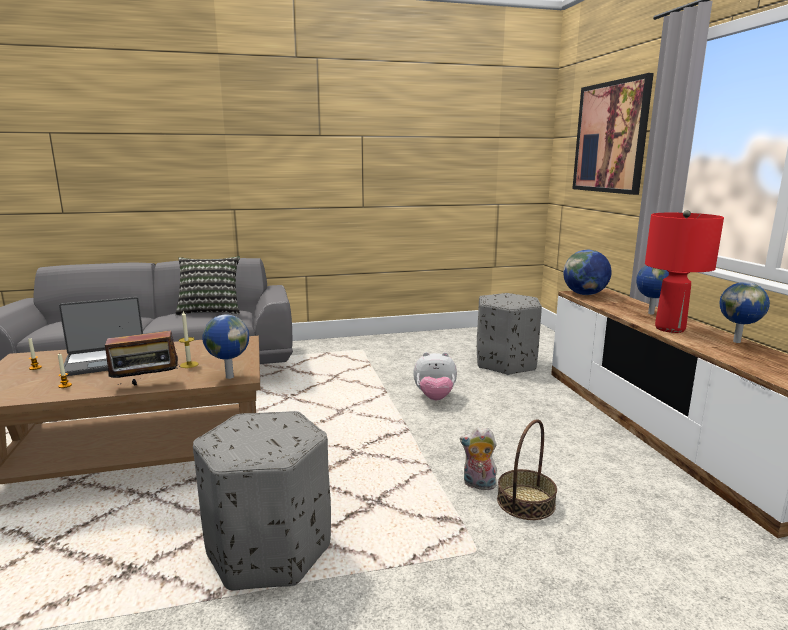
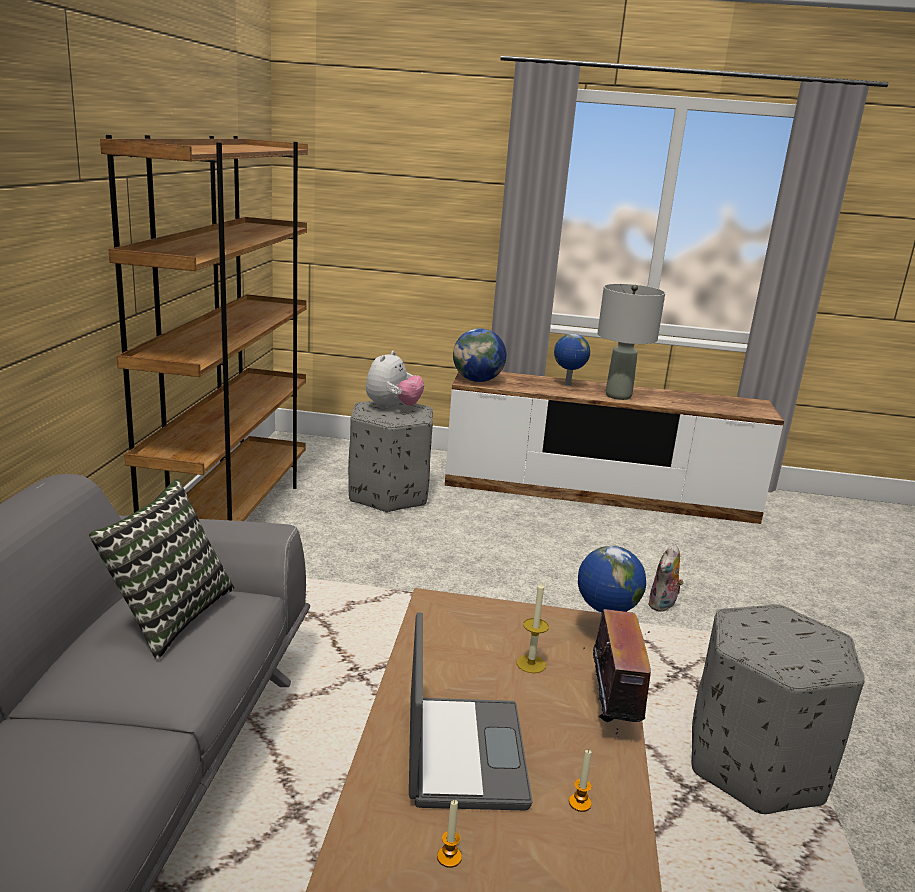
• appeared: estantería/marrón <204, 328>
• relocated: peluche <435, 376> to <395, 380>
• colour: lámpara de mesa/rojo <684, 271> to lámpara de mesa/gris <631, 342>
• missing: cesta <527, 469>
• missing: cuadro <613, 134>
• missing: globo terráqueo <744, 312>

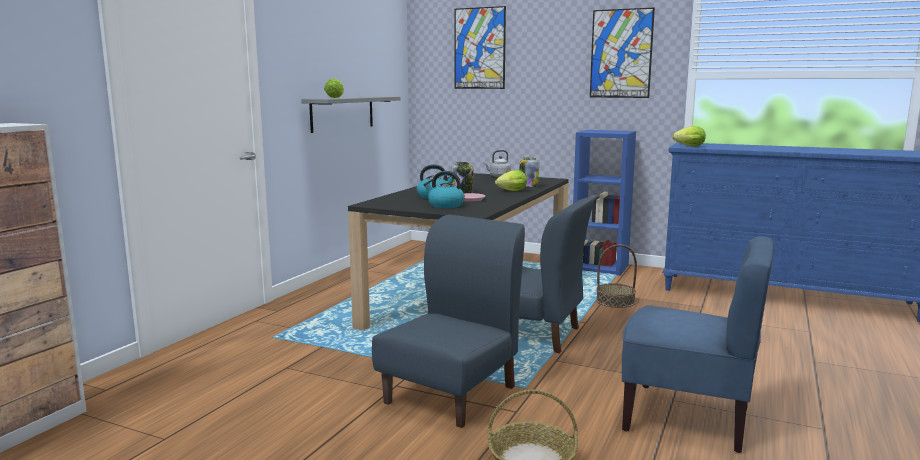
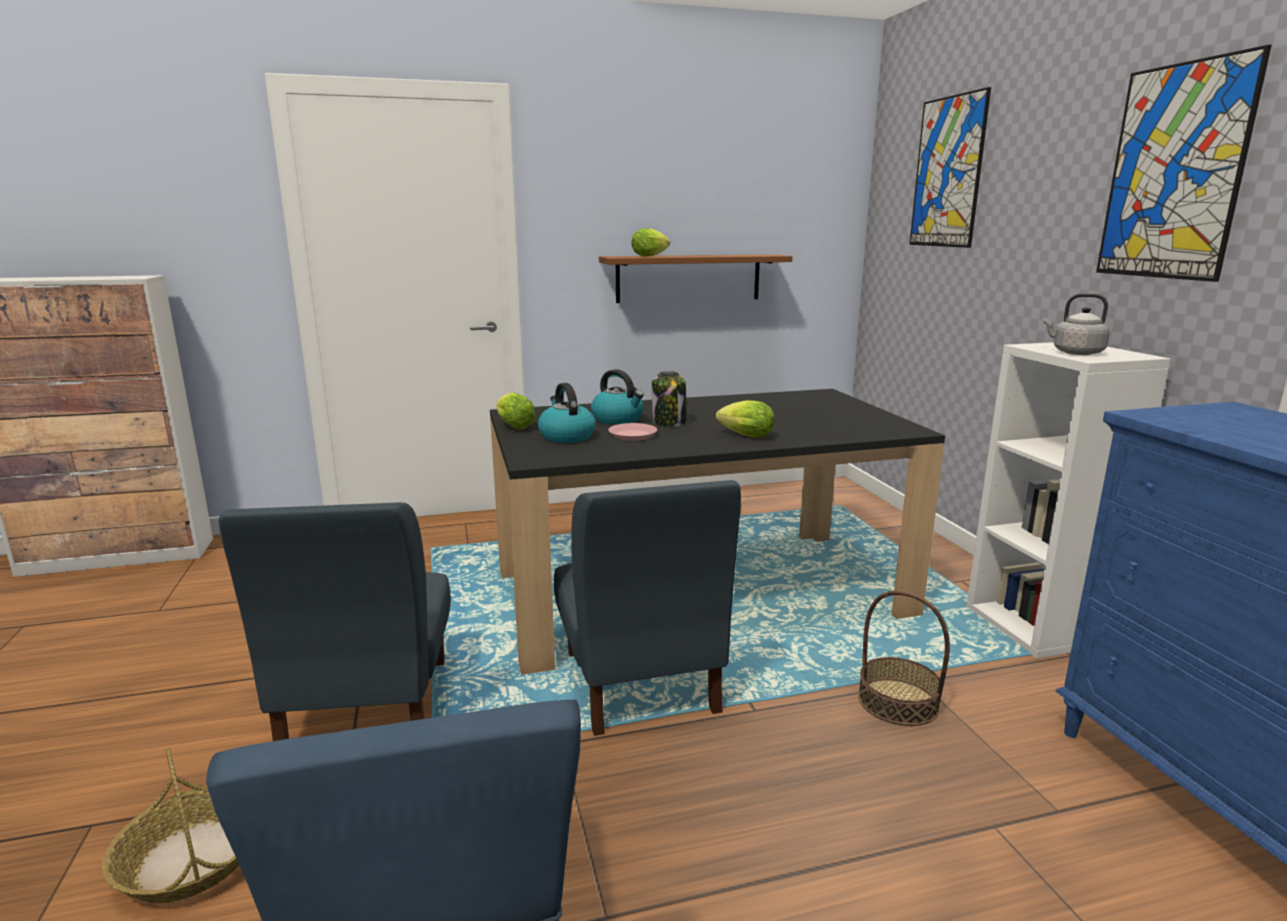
• spun: silla/azul <448, 321> = <335, 621> 90 degrees clockwise
• relocated: lechuga <689, 136> to <516, 410>
• colour: estante/gris <350, 114> to estante/marrón <695, 278>
• colour: estantería/azul <604, 203> to estantería/blanco <1068, 500>
• relocated: hervidor/gris <497, 163> to <1076, 324>
• missing: tarro <529, 172>

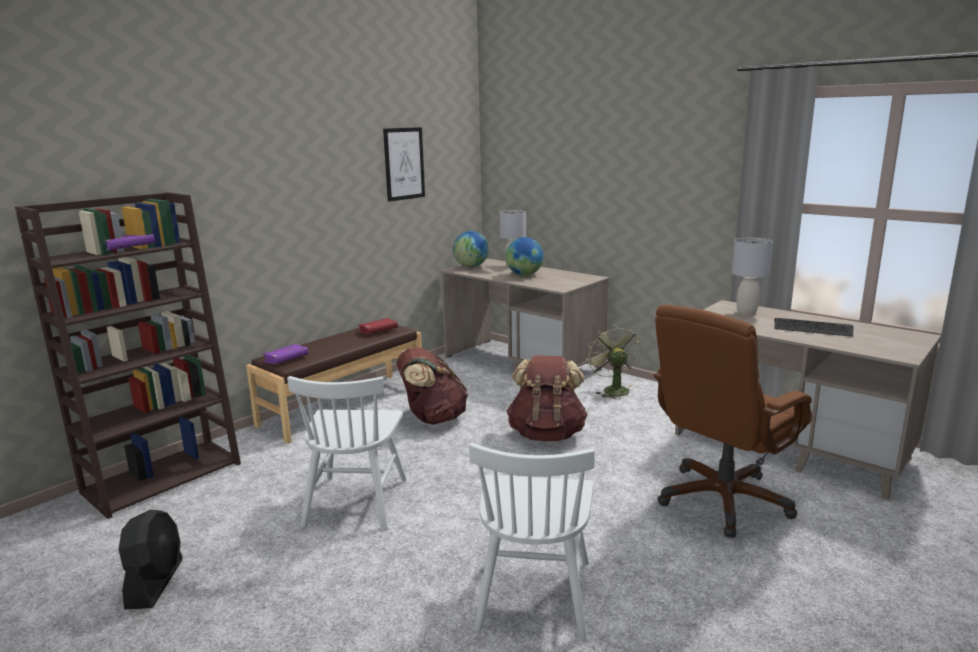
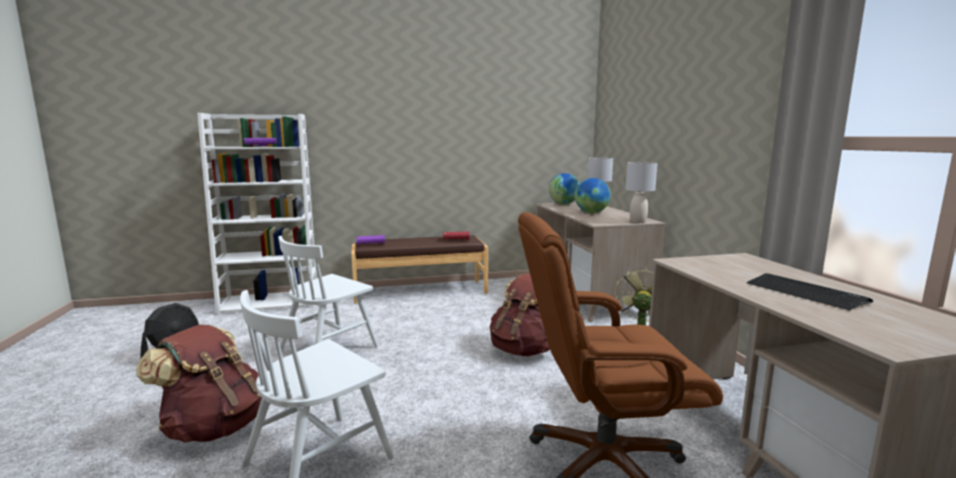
• relocated: mochila/marrón <432, 386> to <199, 383>
• colour: estantería/marrón <128, 355> to estantería/blanco <257, 214>
• relocated: lámpara de mesa/gris <752, 276> to <641, 192>
• missing: cuadro <404, 164>

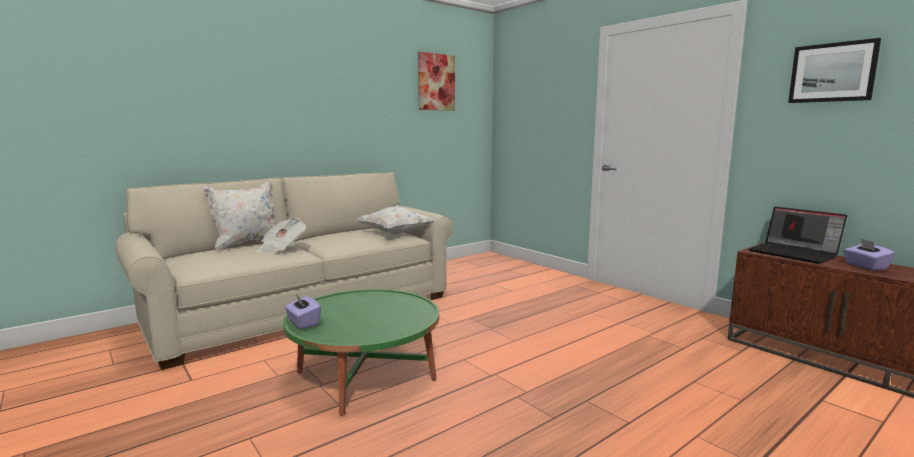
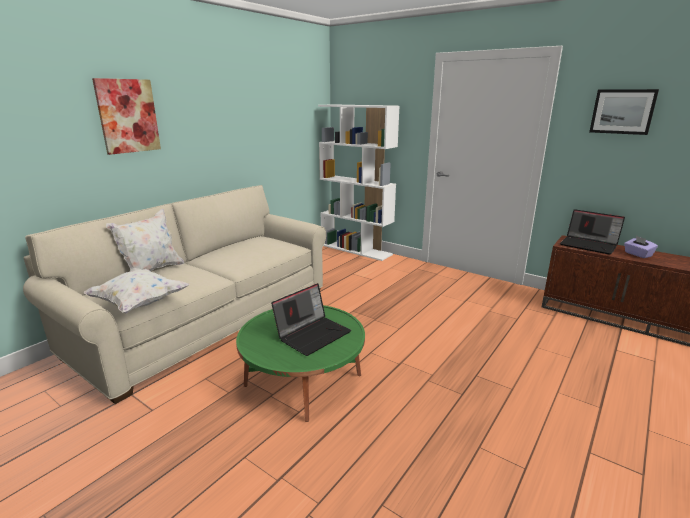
• relocated: cojín/blanco <395, 220> to <136, 291>
• relocated: cuadro <436, 81> to <126, 116>
• appeared: portátil <311, 319>
• appeared: estantería/blanco <359, 182>
• missing: periódico <281, 235>
• missing: caja de pañuelos/morado <302, 312>

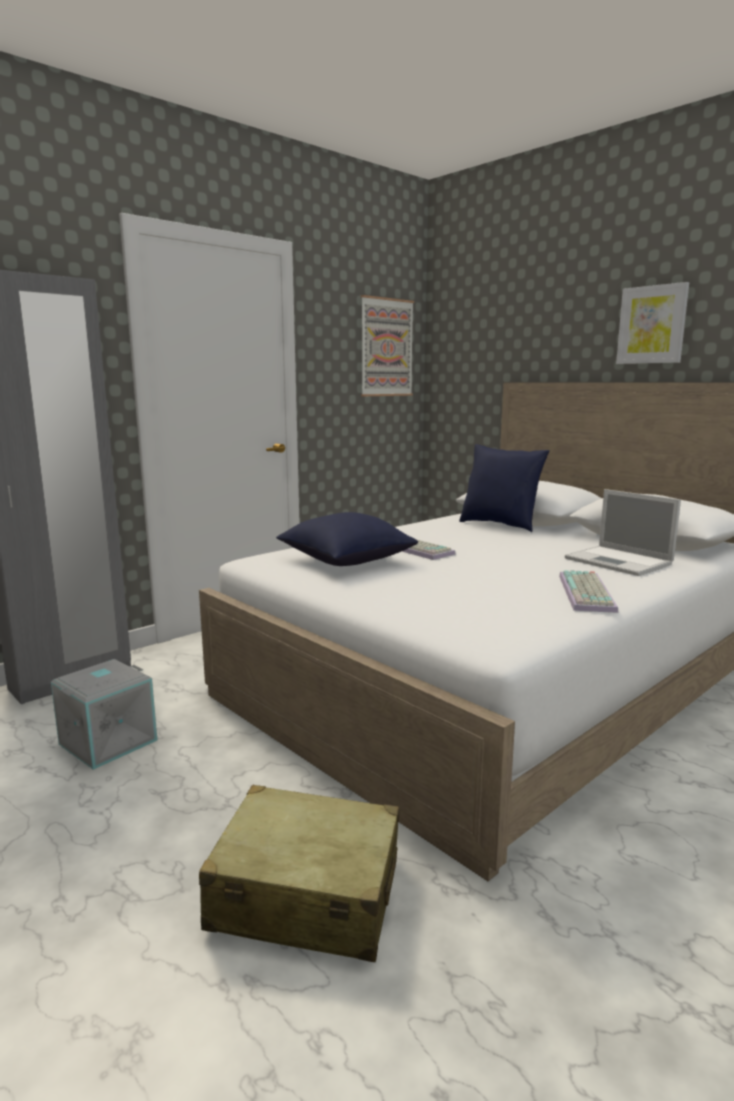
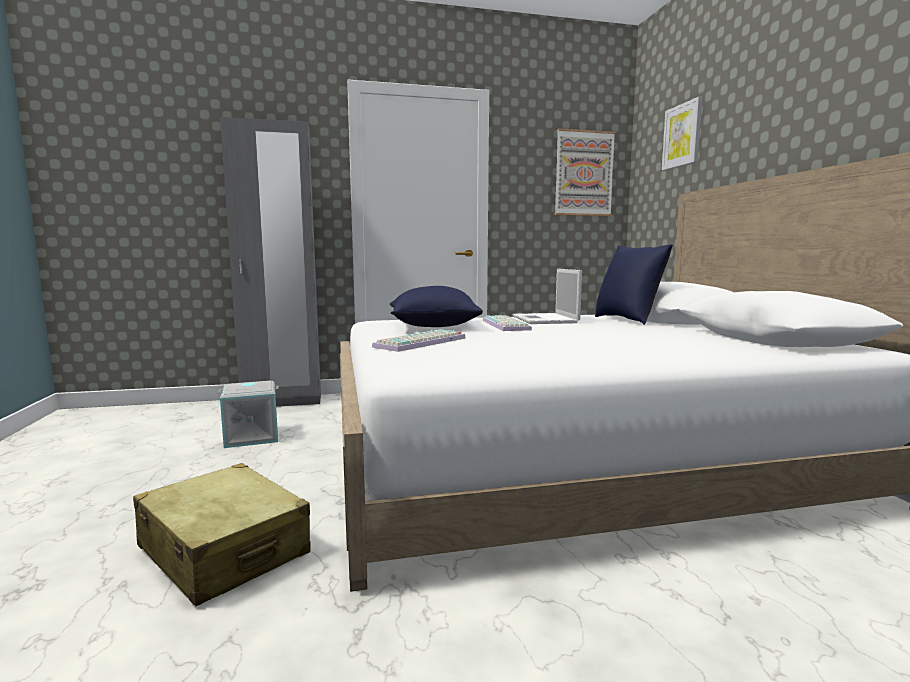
• relocated: teclado <588, 591> to <419, 340>
• relocated: portátil <623, 532> to <547, 296>
• relocated: cuadro <652, 323> to <682, 133>

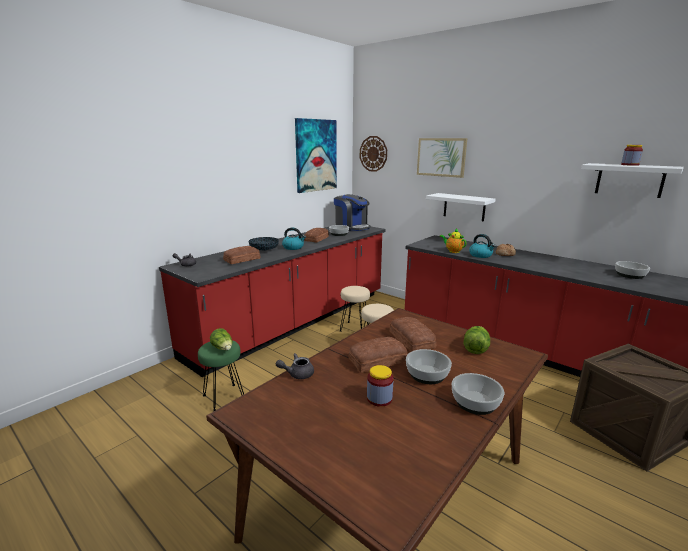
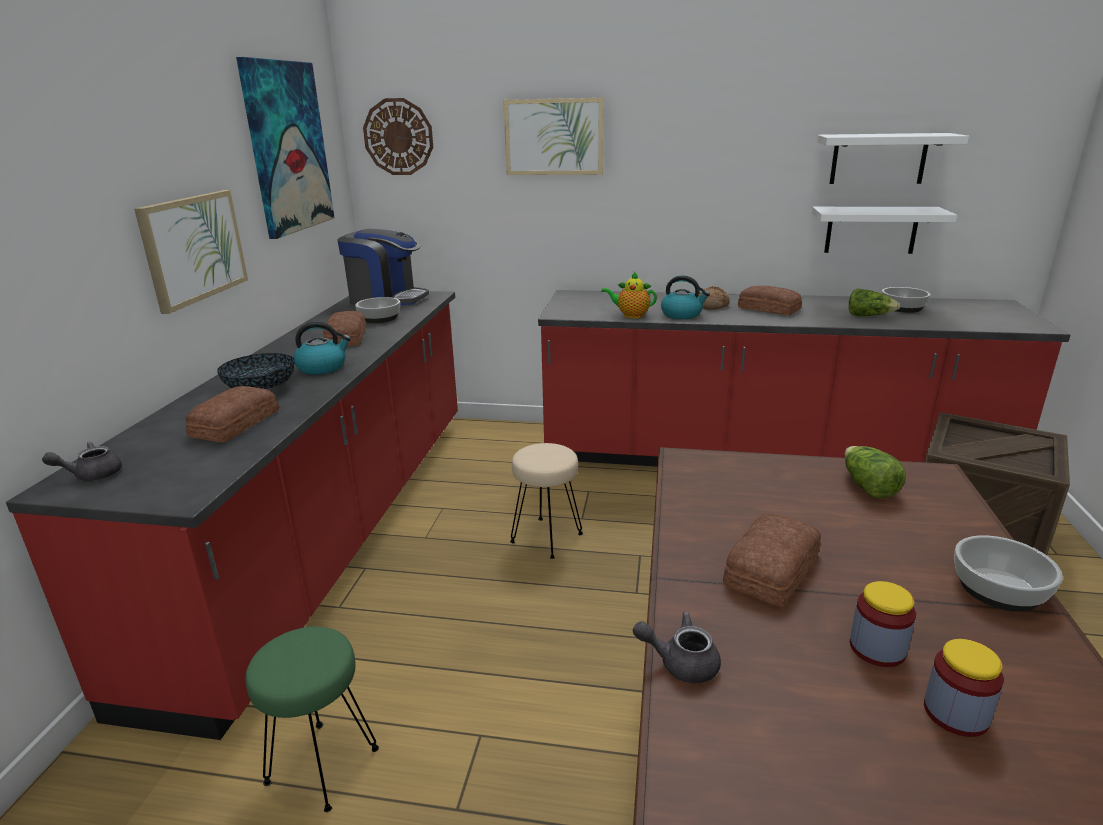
• appeared: cuadro <191, 252>
• spun: tetera/gris <295, 366> = <677, 647> 60 degrees clockwise
• relocated: pan <412, 334> to <770, 301>
• relocated: estante/blanco <460, 207> to <884, 230>
• relocated: lechuga <221, 339> to <874, 302>
• relocated: tarro <632, 155> to <964, 688>
• missing: taburete/beis <355, 309>
• missing: cuenco <429, 366>

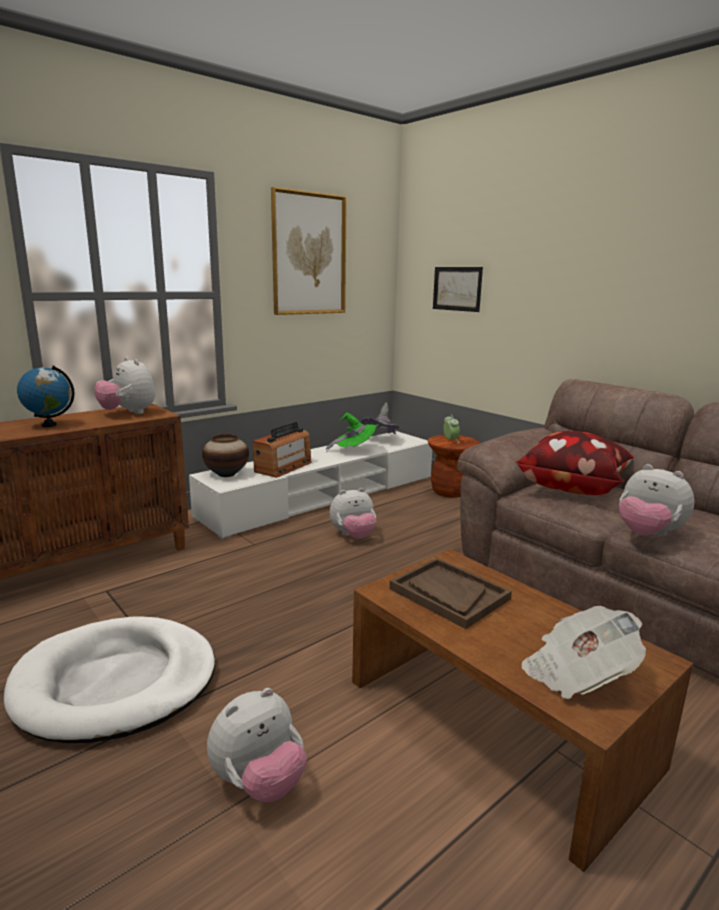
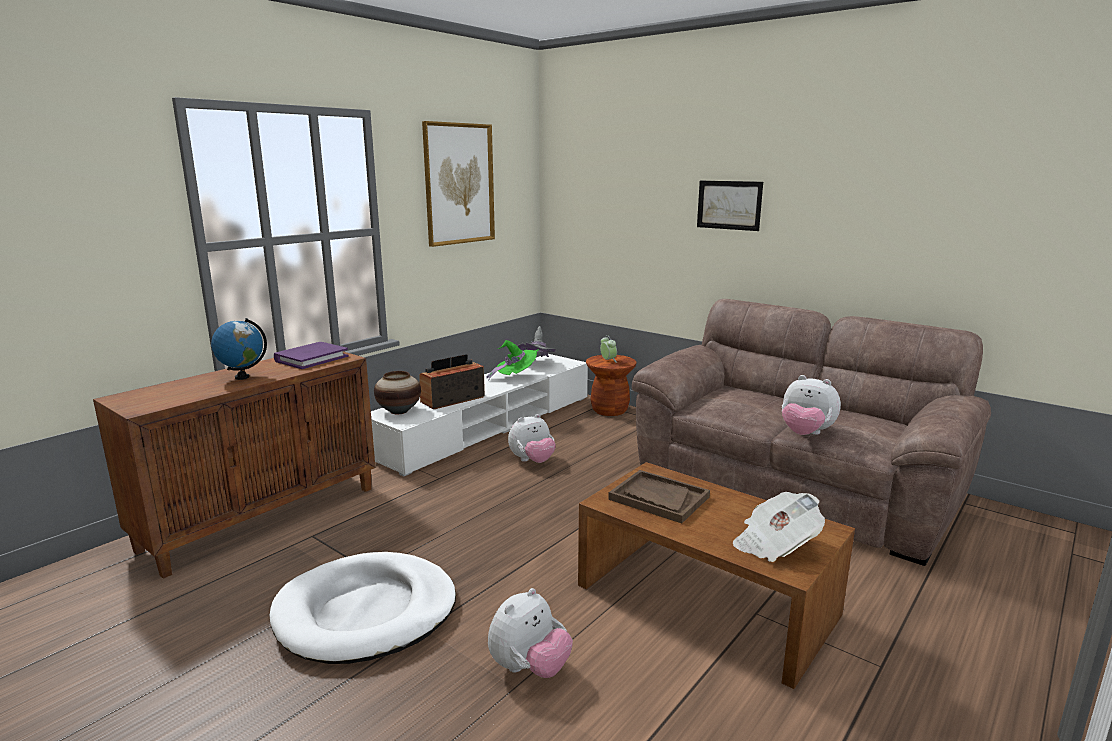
• exchanged: peluche <125, 385> to libro/morado <311, 355>
• spun: radio <282, 450> = <452, 381> 150 degrees counterclockwise
• relocated: cuadro <458, 289> to <730, 206>
• missing: cojín <575, 463>

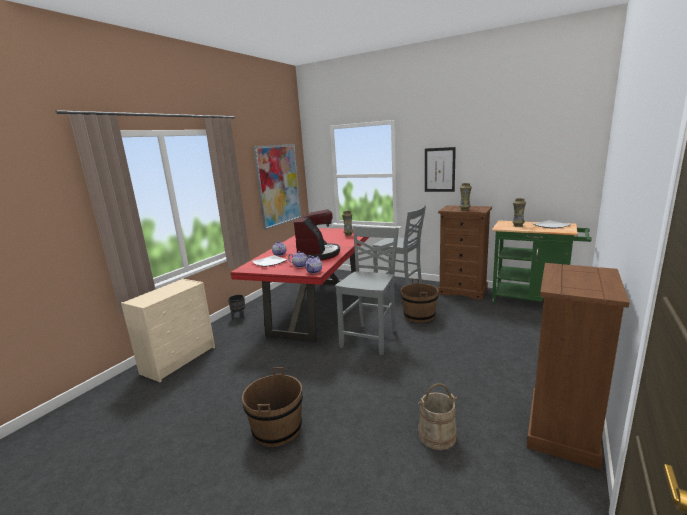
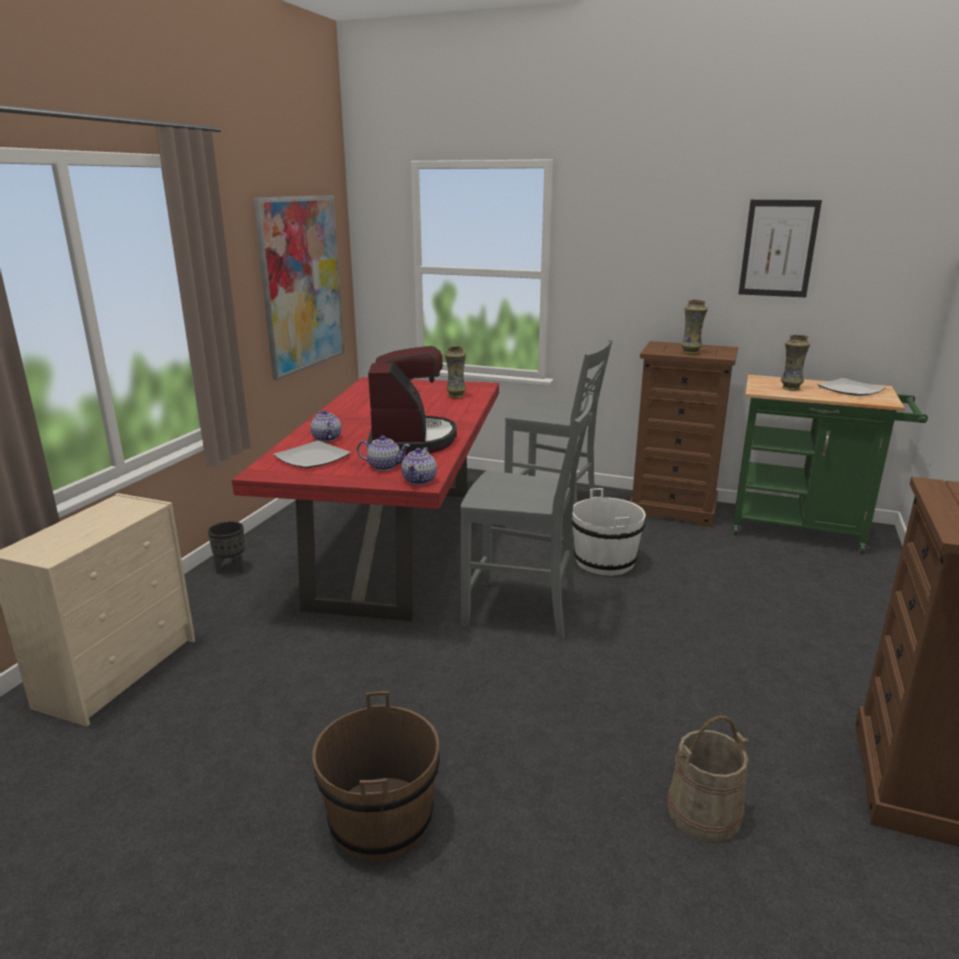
• spun: silla/gris <367, 290> = <527, 515> 90 degrees clockwise
• colour: cubo/marrón <419, 301> to cubo/blanco <609, 532>
• relocated: cuadro <440, 169> to <780, 248>

